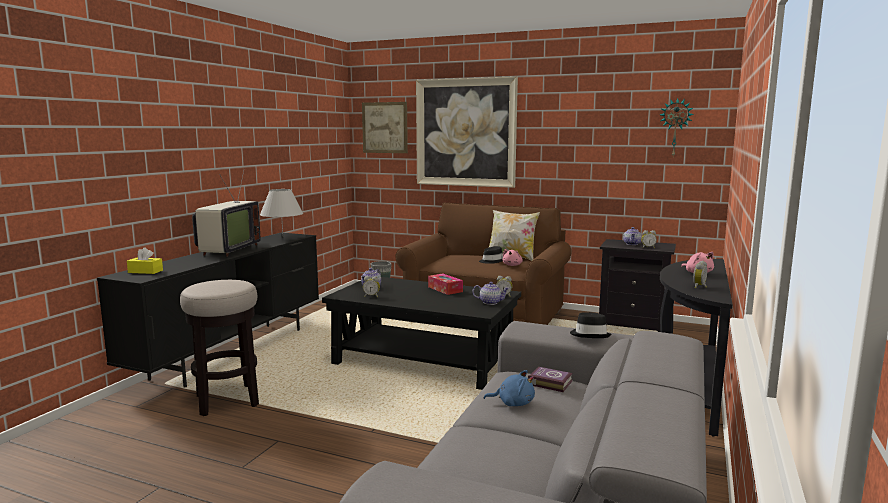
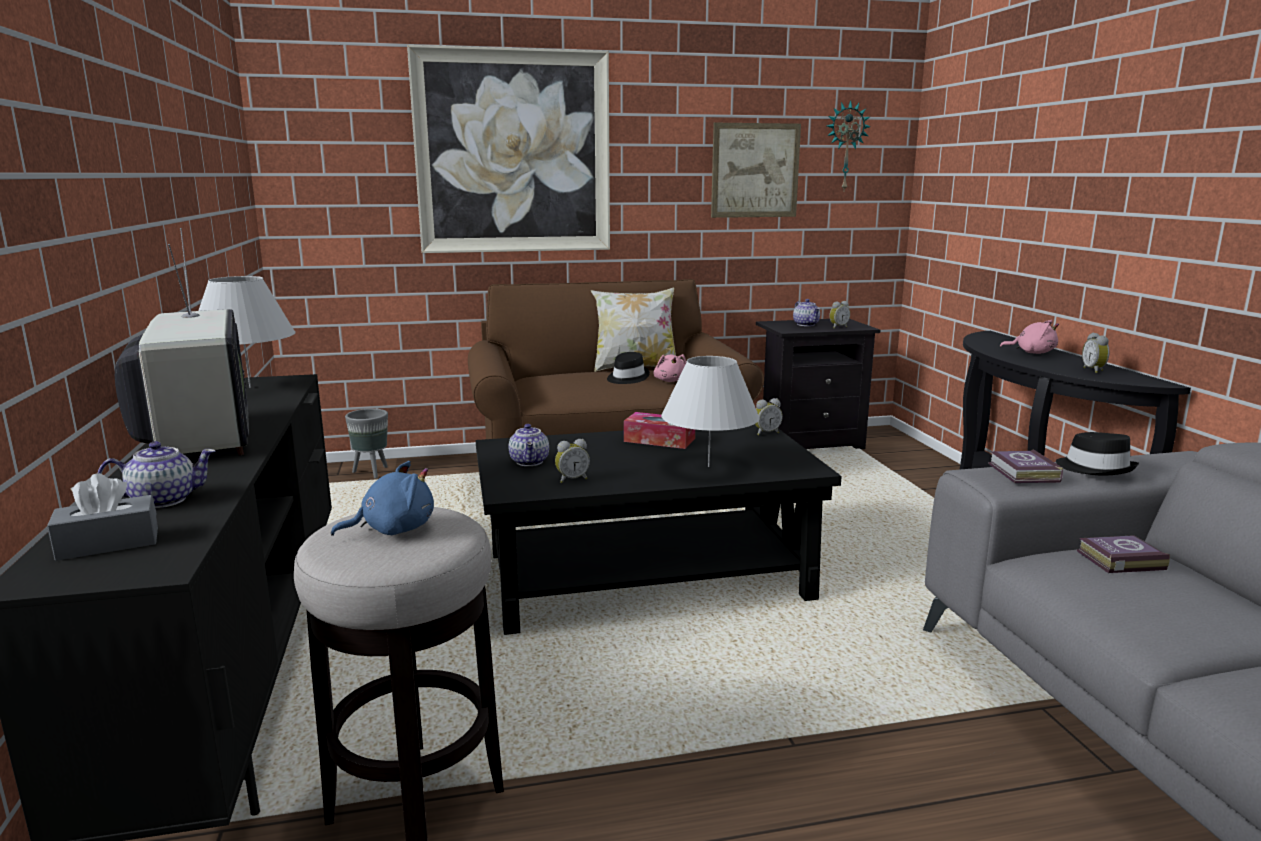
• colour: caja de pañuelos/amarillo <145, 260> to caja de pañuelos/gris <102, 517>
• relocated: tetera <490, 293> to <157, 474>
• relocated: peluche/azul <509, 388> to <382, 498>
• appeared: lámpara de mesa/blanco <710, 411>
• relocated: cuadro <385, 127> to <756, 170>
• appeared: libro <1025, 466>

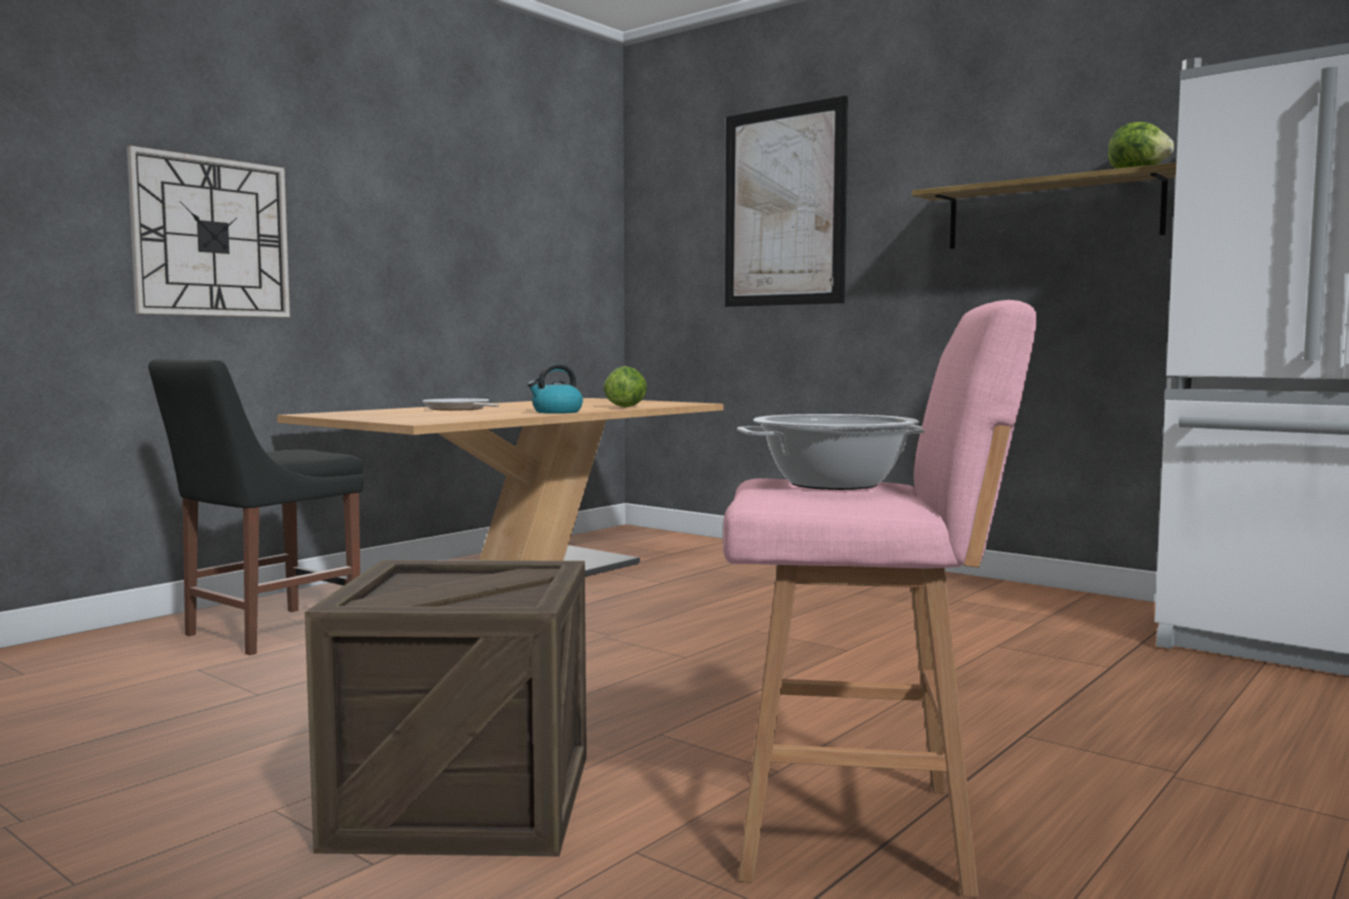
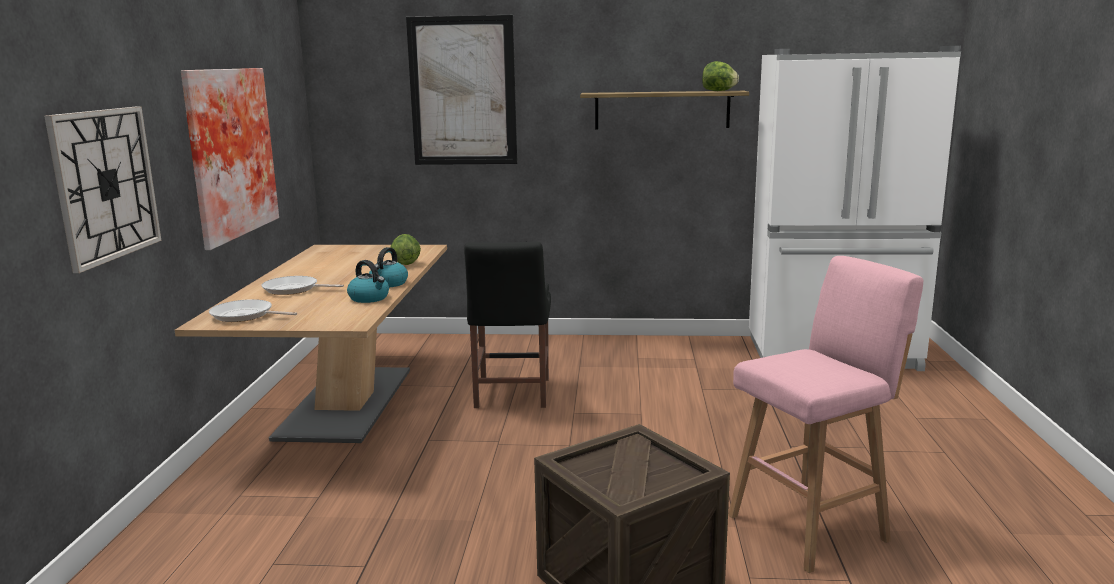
• appeared: cuadro <230, 159>
• appeared: sartén <253, 310>
• appeared: hervidor <368, 281>
• relocated: silla/negro <256, 507> to <507, 325>
• missing: olla <830, 452>

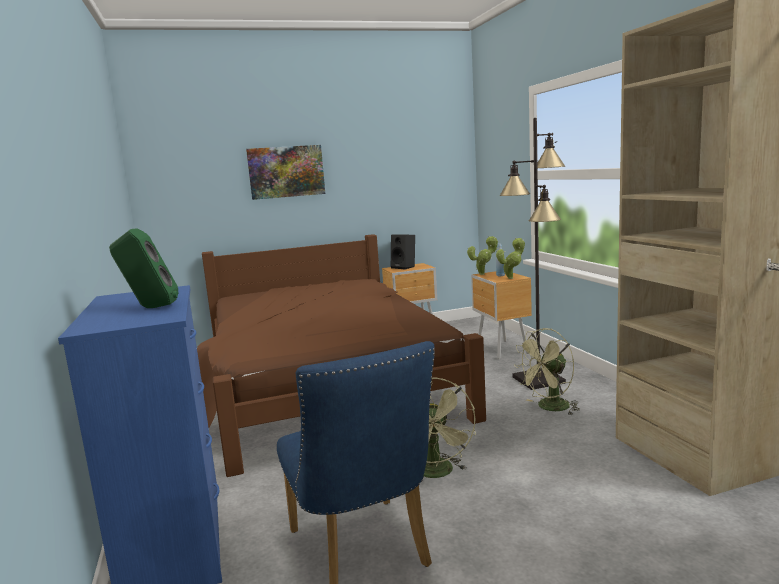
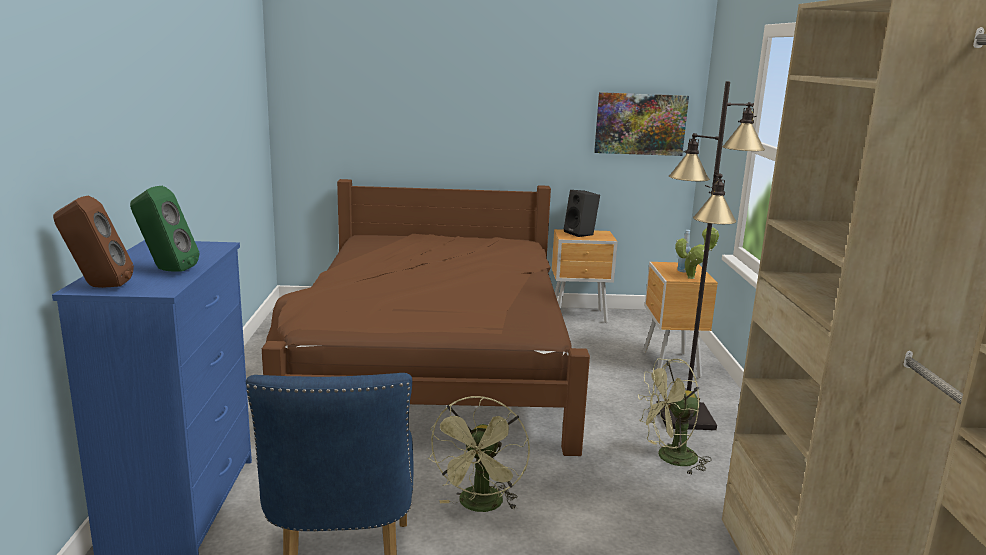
• appeared: altavoz/marrón <93, 242>
• relocated: cuadro <285, 172> to <641, 124>
• missing: planta en maceta <482, 255>

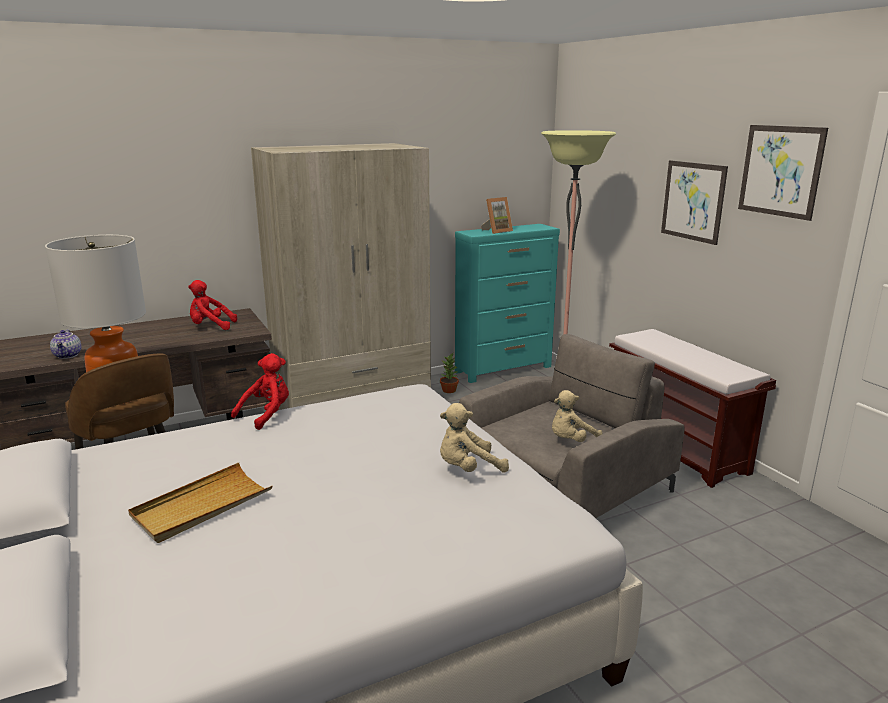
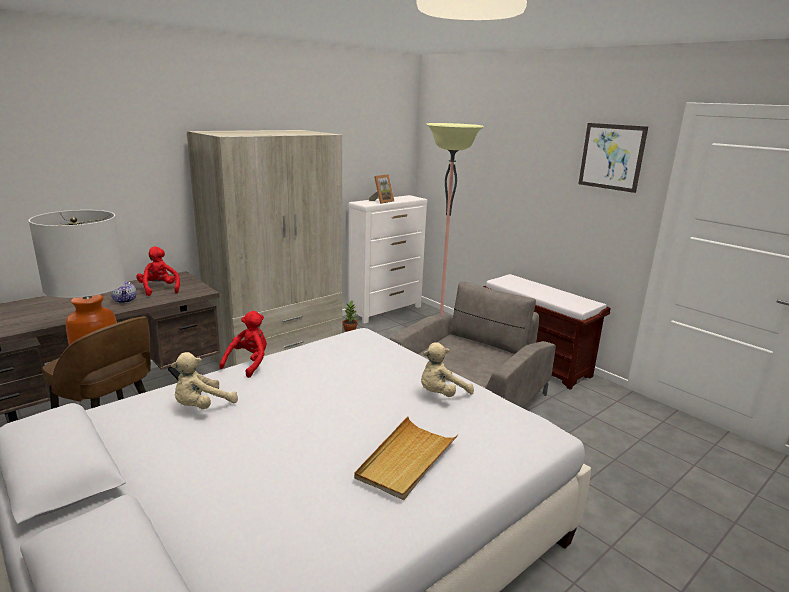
• relocated: tetera <65, 344> to <123, 292>
• spun: peluche/rojo <212, 305> = <158, 271> 75 degrees clockwise
• relocated: peluche/beis <577, 416> to <204, 380>
• colour: cómoda/turquesa <507, 303> to cómoda/blanco <388, 259>
• relocated: bandeja/beis <200, 503> to <406, 458>
• missing: cuadro <694, 202>

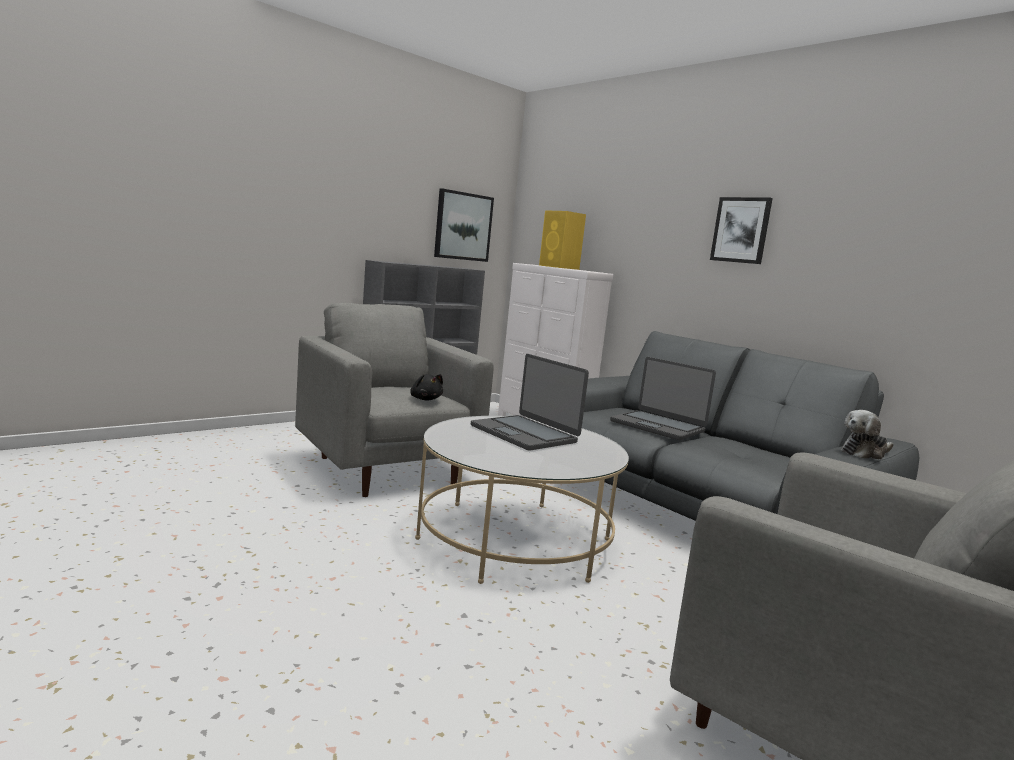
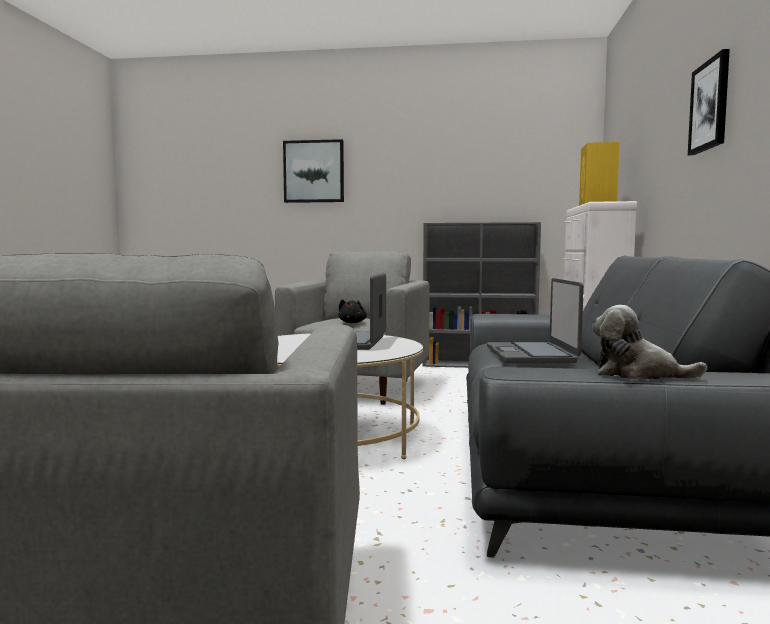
• relocated: cuadro <464, 225> to <313, 171>

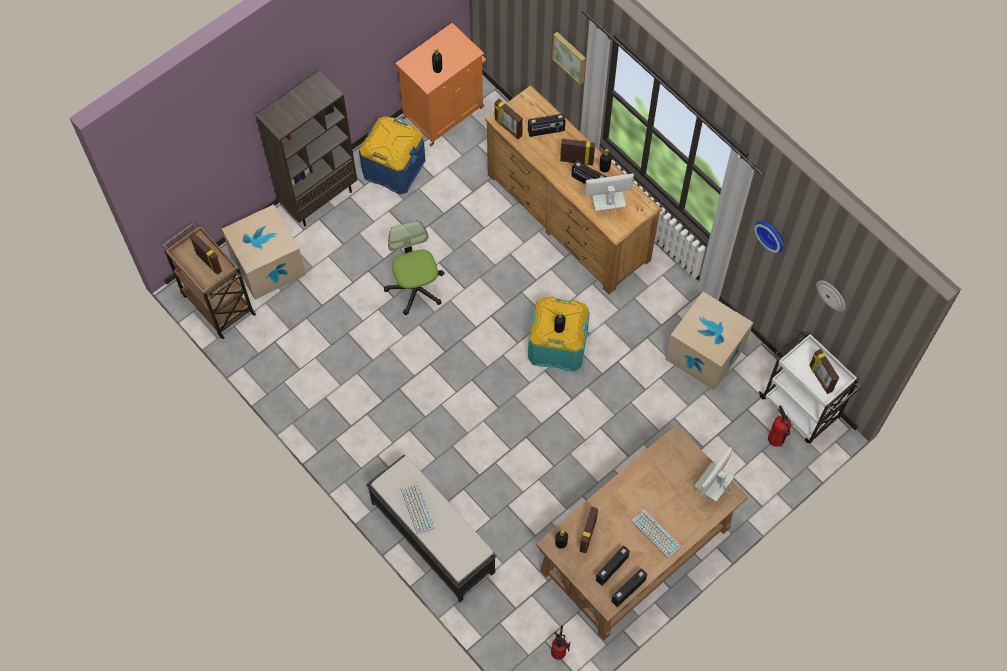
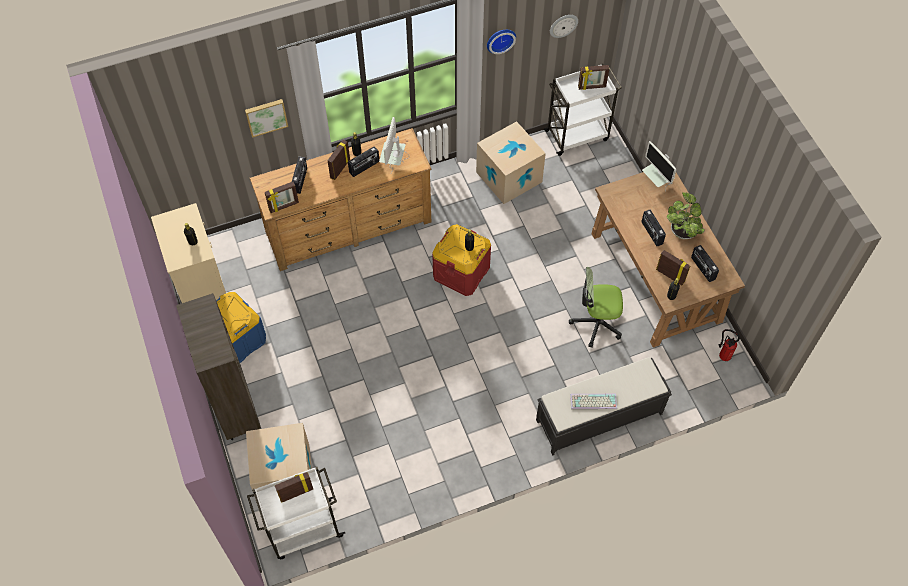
• colour: armario/naranja <440, 84> to armario/beis <188, 253>
• colour: carrito/marrón <209, 281> to carrito/blanco <296, 513>
• colour: caja de almacenaje/turquesa <559, 334> to caja de almacenaje/rojo <461, 260>
• relocated: silla de oficina <414, 267> to <596, 307>
• relocated: radio <629, 587> to <654, 228>
• exchanged: teclado <656, 534> to planta en maceta <686, 215>
• missing: extintor <779, 426>

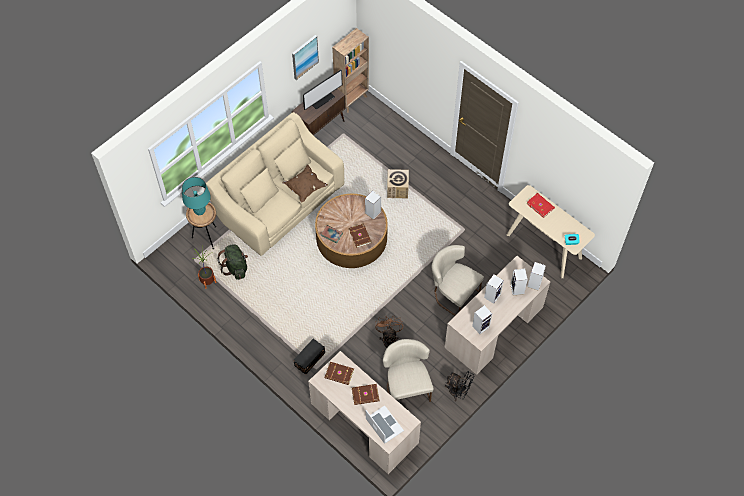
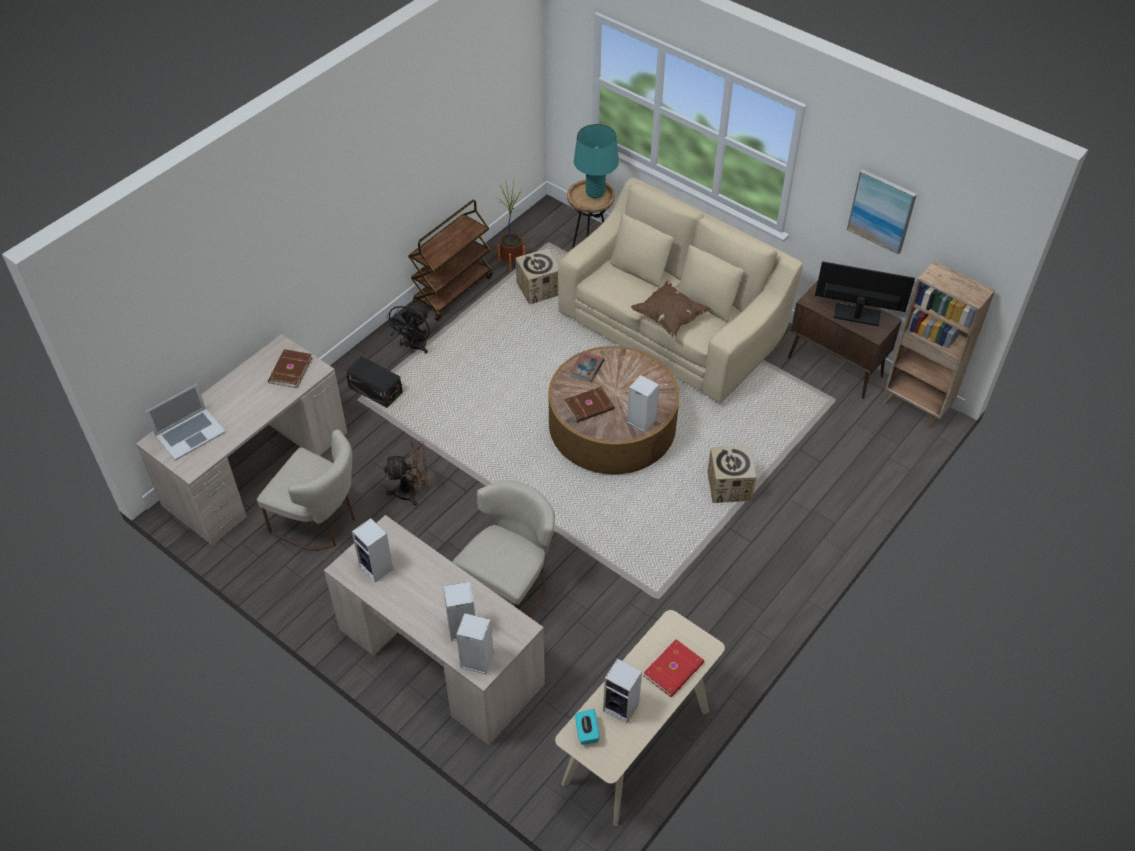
• spun: silla/beis <408, 370> = <306, 490> 45 degrees clockwise
• relocated: ventilador/negro <460, 386> to <407, 327>
• appeared: carrito/marrón <450, 260>
• exchanged: mochila/verde <232, 262> to caja de cartón <537, 276>
• relocated: altavoz <494, 289> to <622, 691>
• spun: monitor <322, 89> = <865, 293> 150 degrees clockwise
• missing: libro/marrón <366, 394>

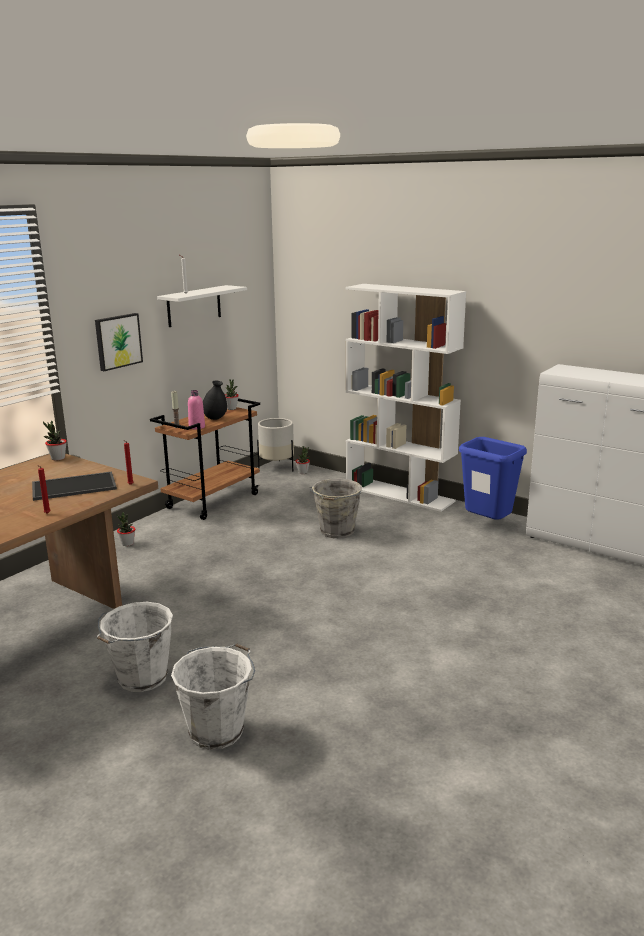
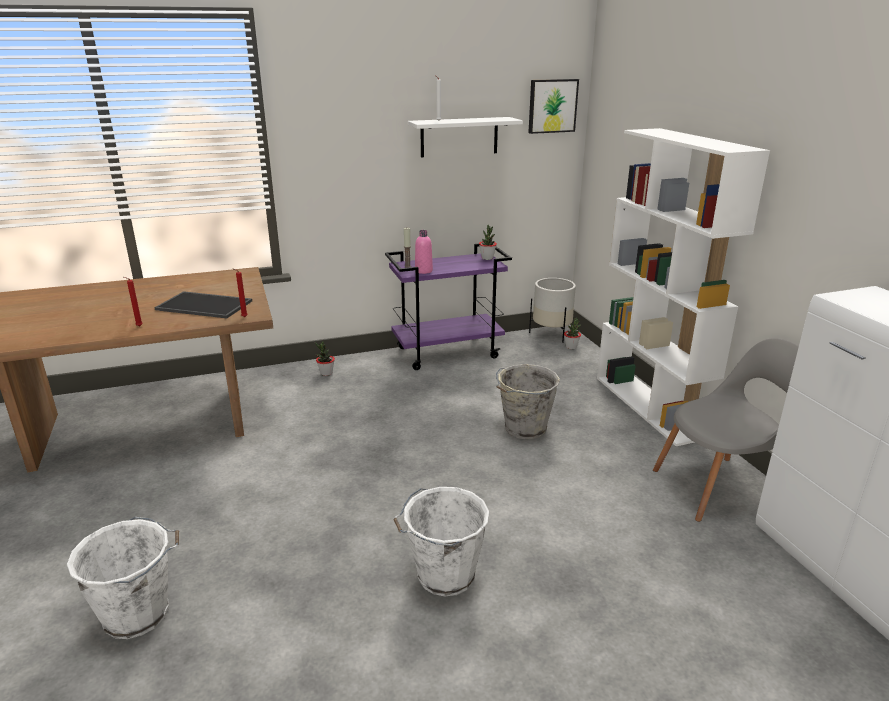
• colour: carrito/marrón <205, 459> to carrito/morado <448, 307>
• relocated: cubo/blanco <135, 647> to <441, 541>
• relocated: cuadro <119, 342> to <553, 106>
• exchanged: papelera/azul <493, 478> to silla/gris <726, 430>
• missing: planta en maceta <55, 440>
• missing: florero/negro <215, 400>

